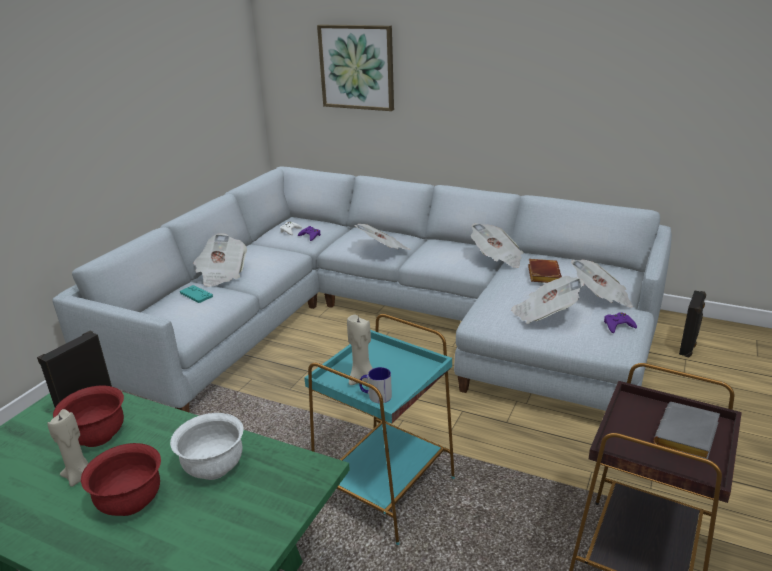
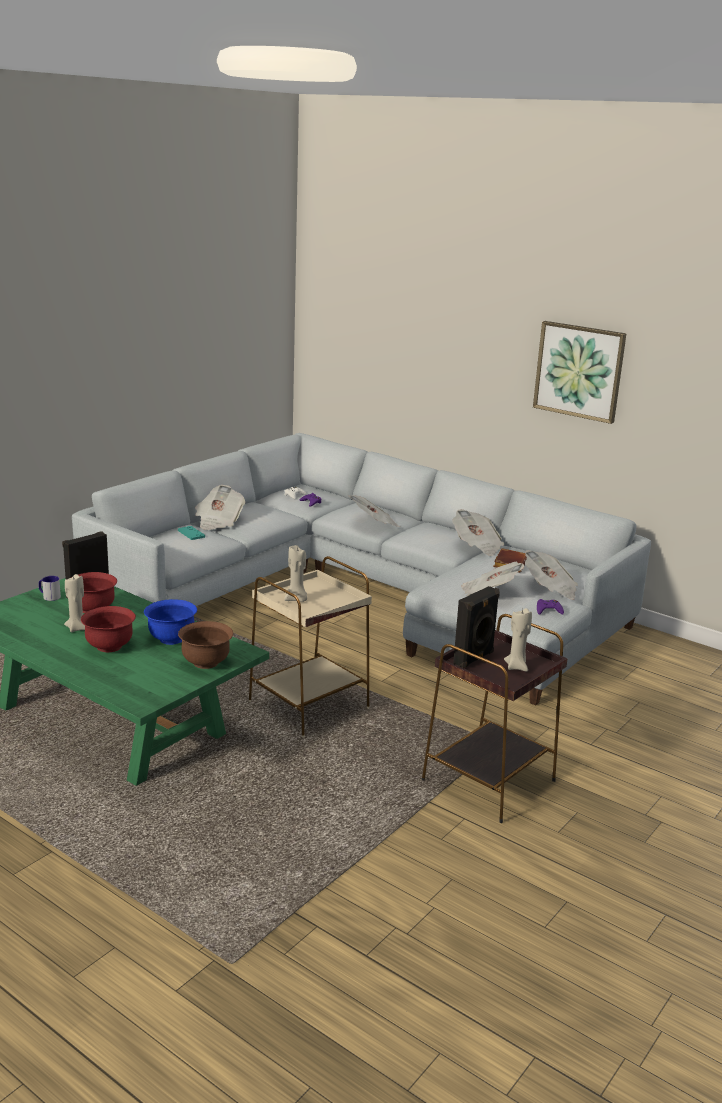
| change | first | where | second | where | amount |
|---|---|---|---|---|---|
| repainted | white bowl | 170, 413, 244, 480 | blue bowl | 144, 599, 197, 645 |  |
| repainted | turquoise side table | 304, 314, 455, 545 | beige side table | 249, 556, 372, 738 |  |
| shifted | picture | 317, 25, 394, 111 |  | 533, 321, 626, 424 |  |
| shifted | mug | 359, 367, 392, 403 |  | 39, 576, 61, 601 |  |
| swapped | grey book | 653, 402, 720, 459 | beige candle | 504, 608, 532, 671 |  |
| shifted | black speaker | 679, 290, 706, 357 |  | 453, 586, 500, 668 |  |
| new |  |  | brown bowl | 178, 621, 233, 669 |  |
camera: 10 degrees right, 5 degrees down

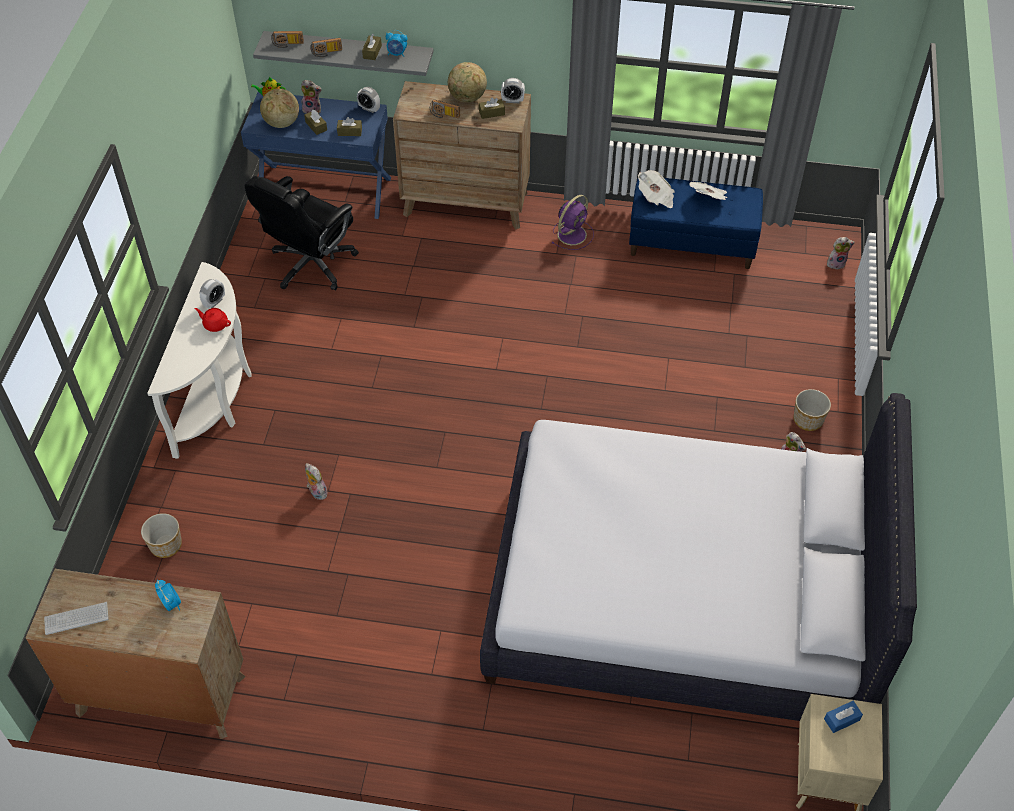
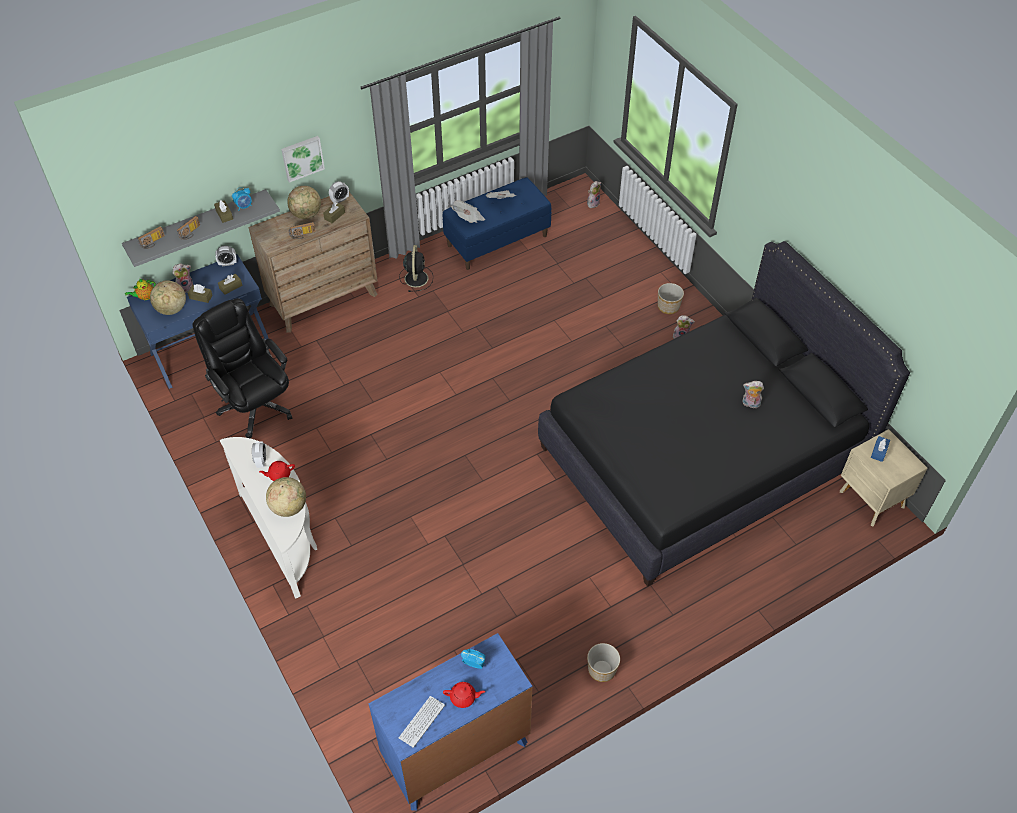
| change | first | where | second | where | amount |
|---|---|---|---|---|---|
| repainted | brown dresser | 25, 569, 246, 739 | blue dresser | 369, 633, 532, 810 |  |
| shifted | planter | 141, 513, 182, 558 |  | 587, 643, 620, 682 |  |
| rotated | black office chair | 244, 176, 359, 290 |  | 192, 298, 292, 438 | 150 degrees clockwise |
| shifted | plush toy | 305, 463, 327, 500 |  | 742, 381, 764, 408 |  |
| repainted | white bed | 480, 393, 917, 721 | black bed | 538, 241, 910, 587 |  |
| repainted | purple fan | 551, 195, 594, 250 | black fan | 399, 245, 433, 292 |  |
| new |  |  | globe | 266, 477, 306, 517 |  |
| new |  |  | picture | 281, 136, 325, 183 |  |
| new |  |  | red teapot | 443, 682, 485, 708 |  |
camera: 40 degrees left, 0 degrees up

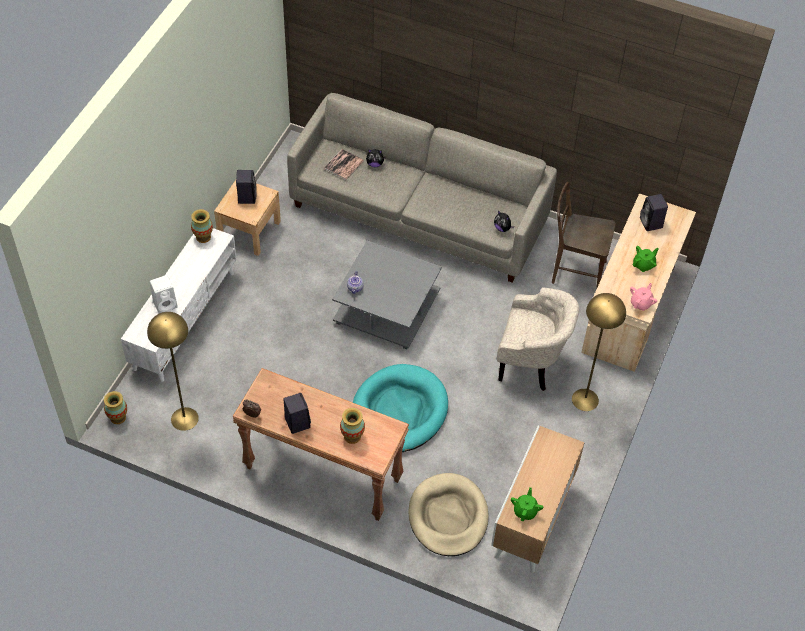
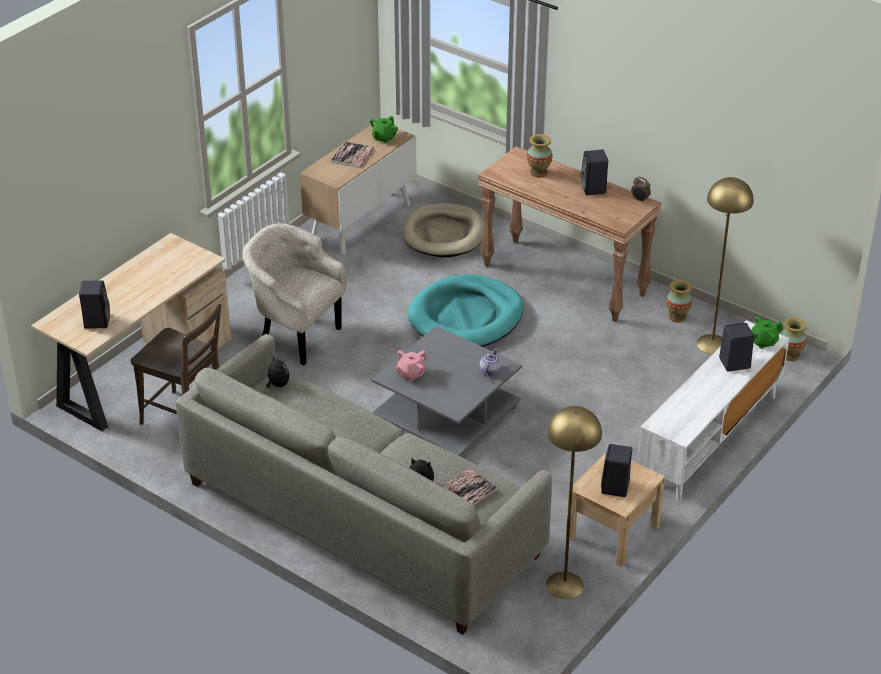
| change | first | where | second | where | amount |
|---|---|---|---|---|---|
| repainted | white speaker | 150, 275, 178, 313 | black speaker | 719, 323, 754, 372 |  |
| shifted | vase | 191, 209, 213, 243 |  | 666, 280, 692, 323 |  |
| shifted | yellow floor lamp | 572, 293, 626, 411 |  | 546, 406, 602, 599 |  |
| shifted | pink teapot | 630, 283, 657, 311 |  | 395, 350, 427, 382 |  |
| shifted | green teapot | 633, 246, 658, 272 |  | 751, 316, 783, 349 |  |
| new |  |  | book | 331, 142, 374, 168 |  |
camera: 165 degrees left, 15 degrees down

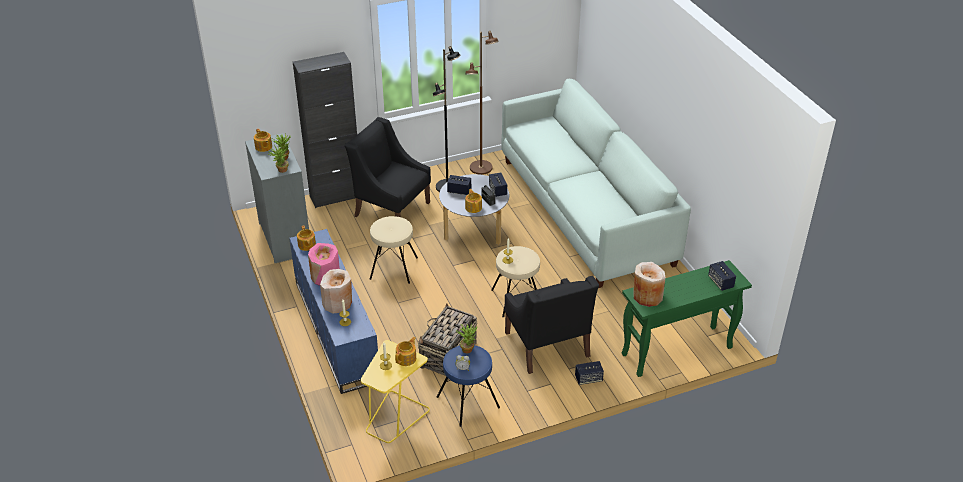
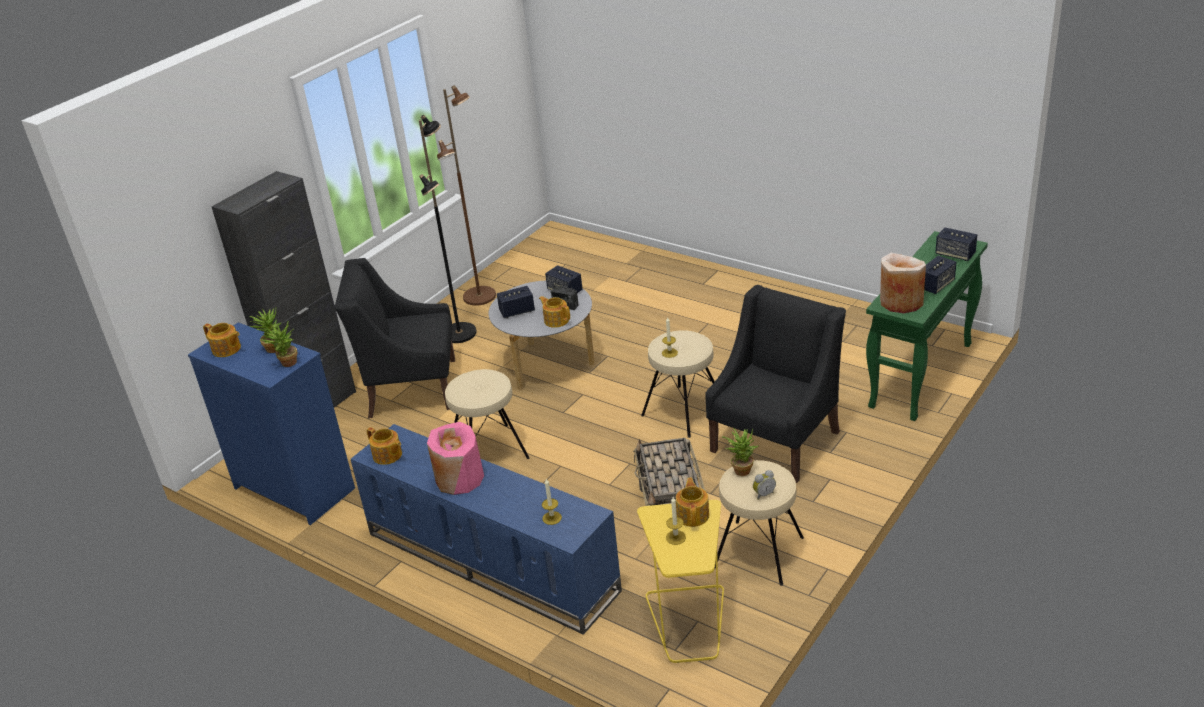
| change | first | where | second | where | amount |
|---|---|---|---|---|---|
| repainted | grey dresser | 245, 133, 309, 263 | blue dresser | 188, 322, 355, 525 |  |
| gone | beige vase | 320, 269, 352, 314 |  |  |  |
| repainted | blue stool | 437, 345, 500, 427 | beige stool | 715, 460, 804, 586 |  |
| gone | white sofa | 501, 79, 691, 288 |  |  |  |
| rotated | black armchair | 504, 276, 599, 374 |  | 705, 285, 846, 483 | 90 degrees counterclockwise |
| shifted | speaker | 575, 361, 604, 385 |  | 924, 256, 956, 294 |  |
camera: 30 degrees left, 5 degrees down

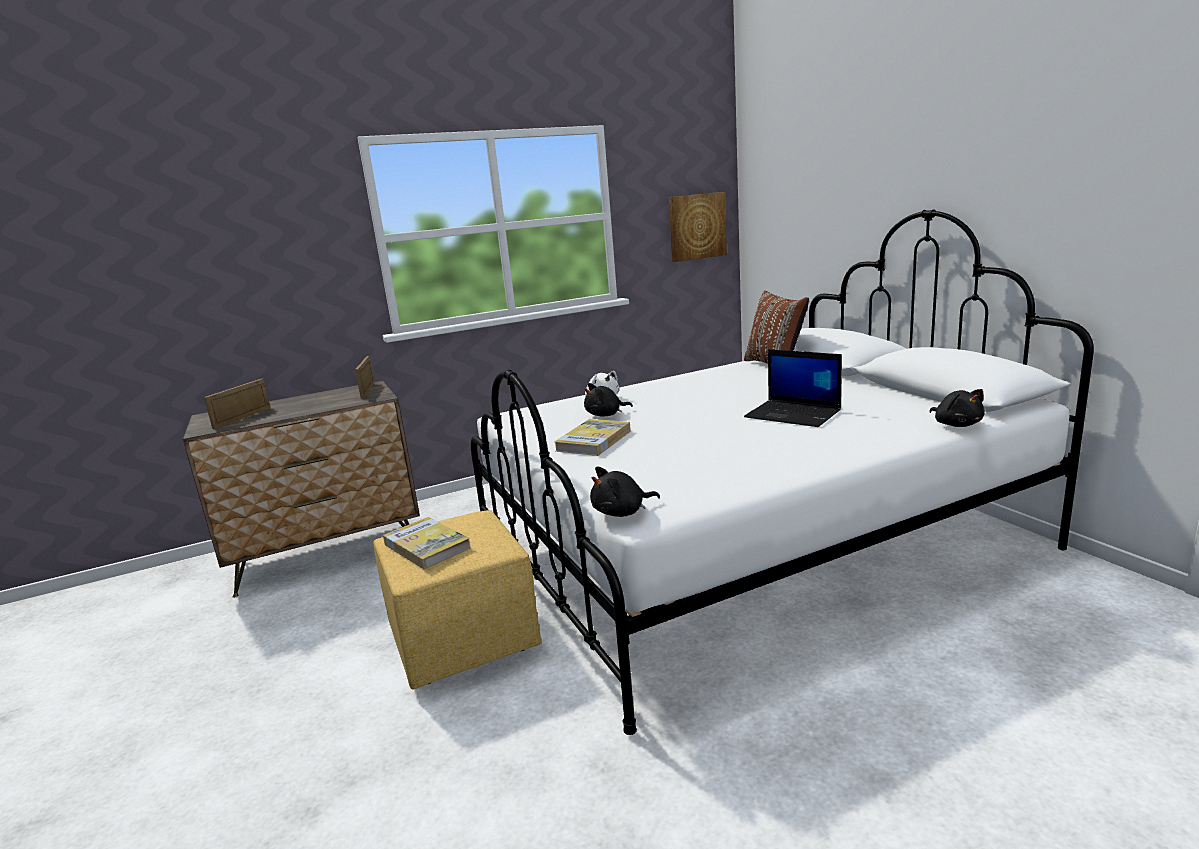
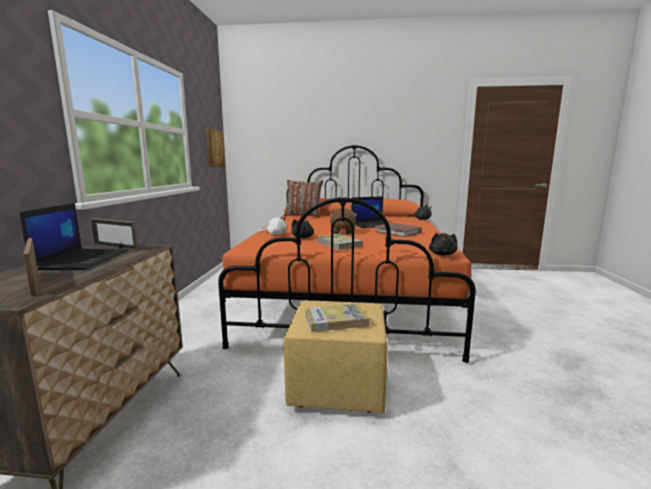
| change | first | where | second | where | amount |
|---|---|---|---|---|---|
| repainted | white bed | 471, 210, 1094, 735 | orange bed | 218, 145, 476, 363 |  |
| new |  |  | laptop | 19, 203, 128, 270 |  |
| new |  |  | brown plush toy | 329, 208, 357, 235 |  |
| new |  |  | brown book | 375, 223, 422, 237 |  |
camera: 60 degrees left, 5 degrees down

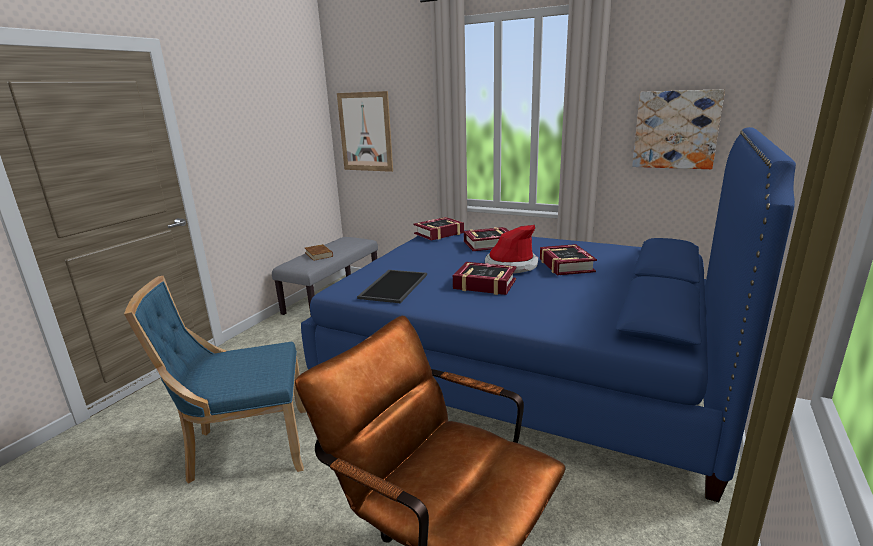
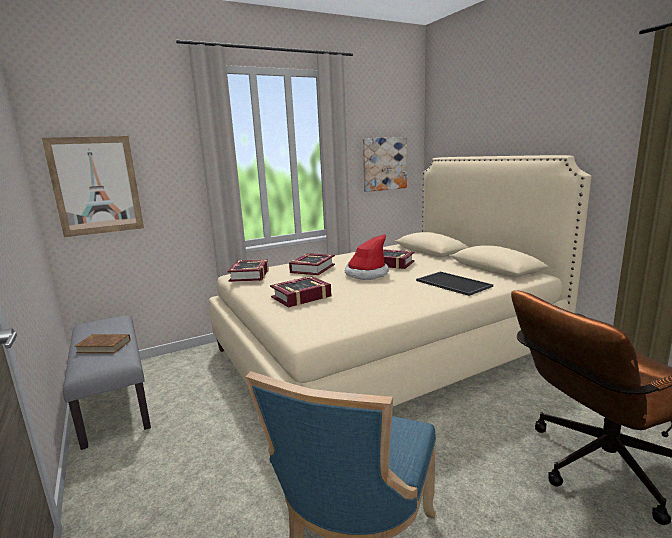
| change | first | where | second | where | amount |
|---|---|---|---|---|---|
| repainted | blue bed | 301, 127, 796, 502 | beige bed | 209, 155, 591, 406 |  |
| shifted | tray | 357, 270, 427, 303 |  | 416, 271, 493, 296 |  |
| shifted | book | 453, 262, 517, 295 |  | 270, 276, 332, 308 |  |
camera: 55 degrees left, 5 degrees down

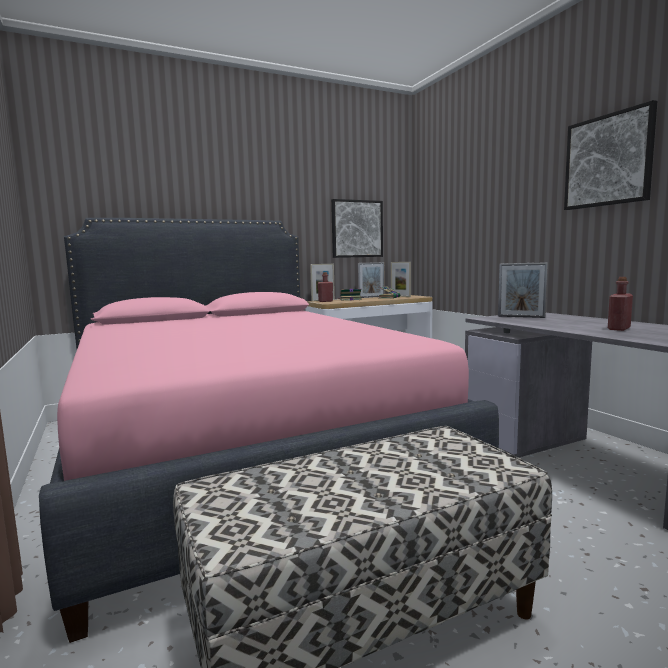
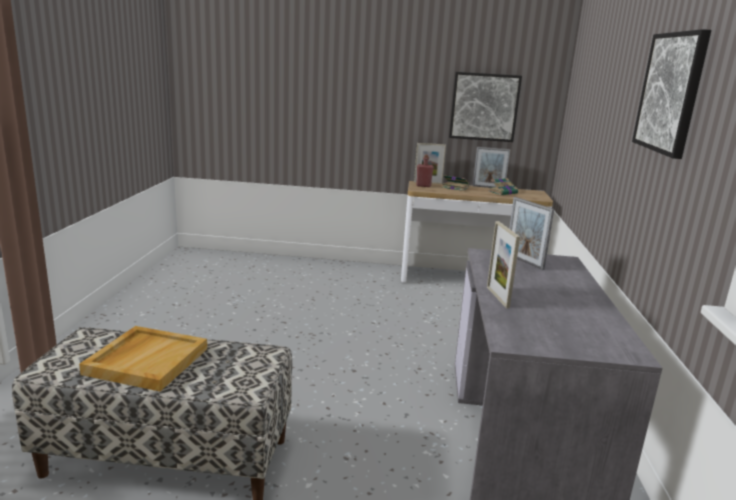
| change | first | where | second | where | amount |
|---|---|---|---|---|---|
| gone | pink bed | 39, 218, 499, 643 |  |  |  |
| shifted | picture frame | 391, 262, 411, 297 |  | 487, 221, 520, 308 |  |
| gone | red bottle | 608, 277, 633, 331 |  |  |  |
| new |  |  | beige tray | 79, 326, 207, 391 |  |
camera: 30 degrees right, 10 degrees up

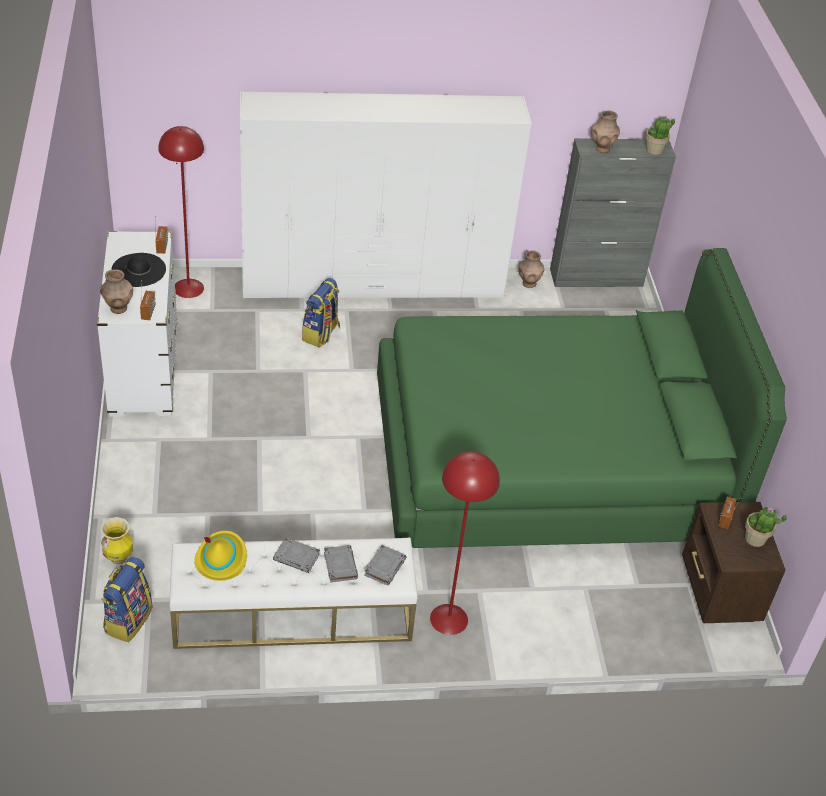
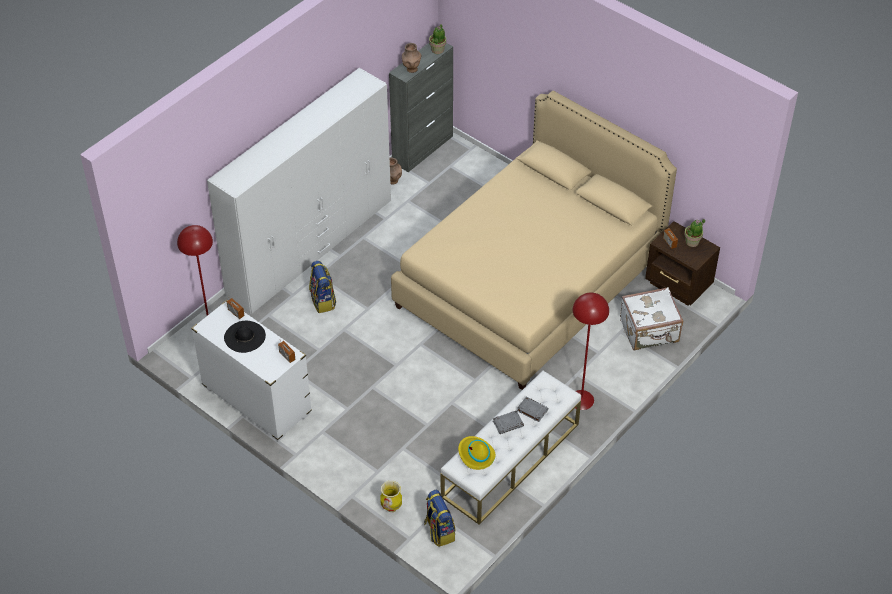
| change | first | where | second | where | amount |
|---|---|---|---|---|---|
| gone | brown vase | 100, 270, 133, 314 |  |  |  |
| gone | grey book | 364, 545, 406, 585 |  |  |  |
| repainted | green bed | 377, 248, 787, 548 | beige bed | 391, 91, 677, 390 |  |
| new |  |  | white suitcase | 620, 287, 683, 351 |  |
camera: 40 degrees left, 5 degrees up

